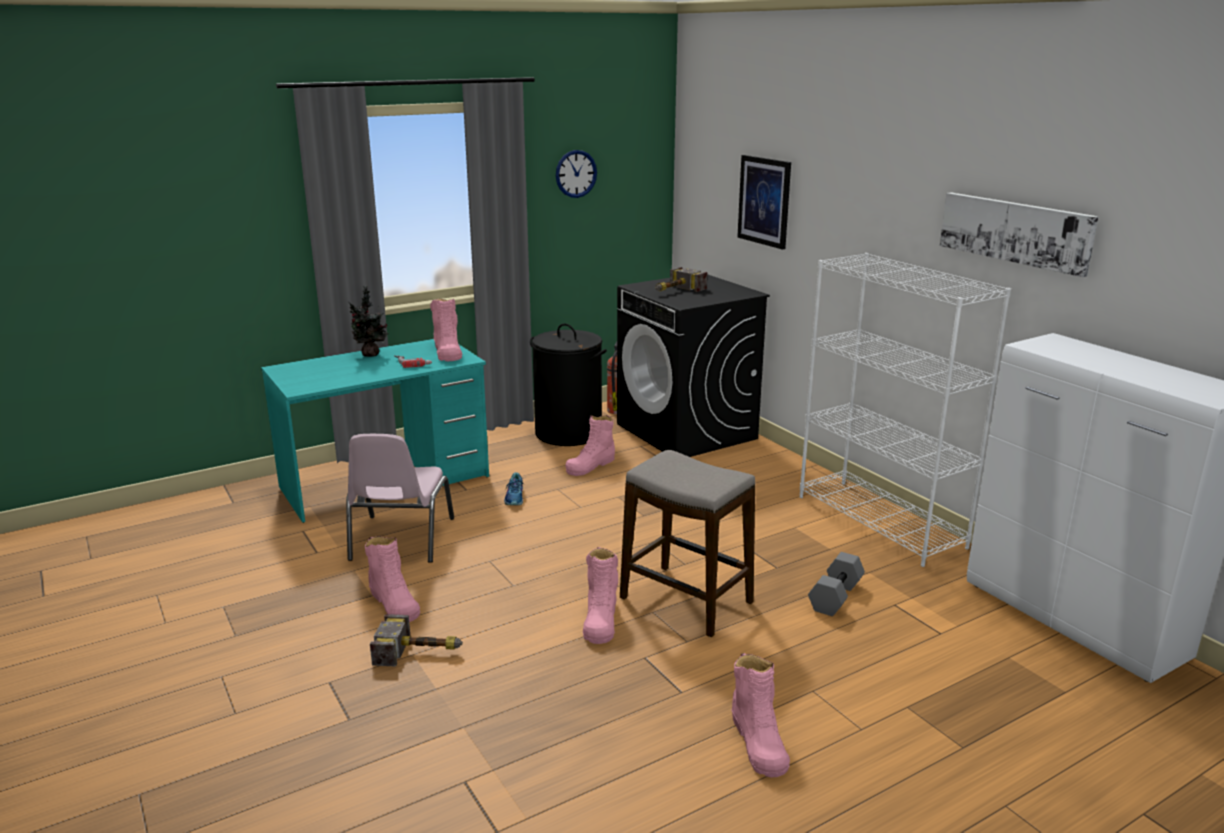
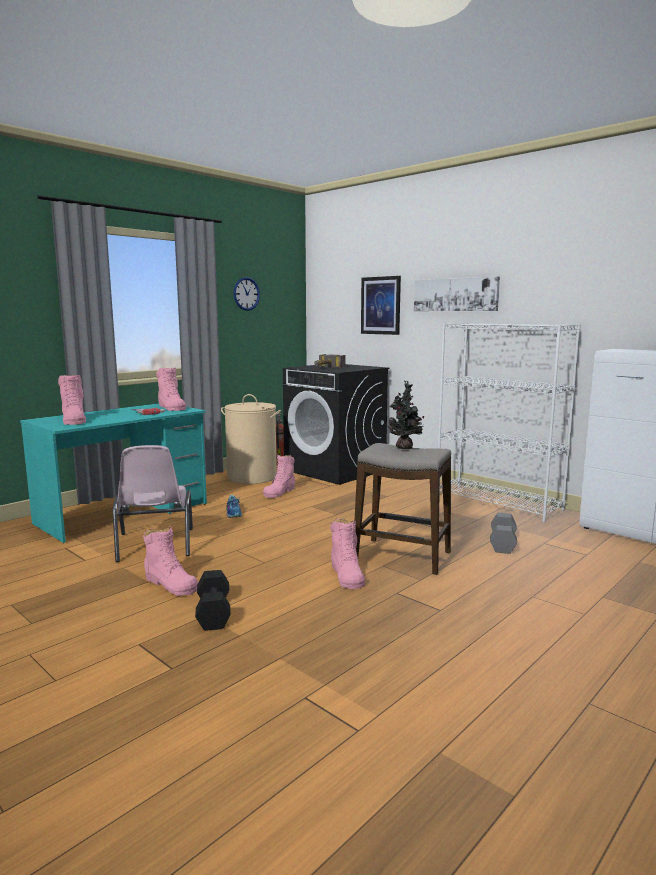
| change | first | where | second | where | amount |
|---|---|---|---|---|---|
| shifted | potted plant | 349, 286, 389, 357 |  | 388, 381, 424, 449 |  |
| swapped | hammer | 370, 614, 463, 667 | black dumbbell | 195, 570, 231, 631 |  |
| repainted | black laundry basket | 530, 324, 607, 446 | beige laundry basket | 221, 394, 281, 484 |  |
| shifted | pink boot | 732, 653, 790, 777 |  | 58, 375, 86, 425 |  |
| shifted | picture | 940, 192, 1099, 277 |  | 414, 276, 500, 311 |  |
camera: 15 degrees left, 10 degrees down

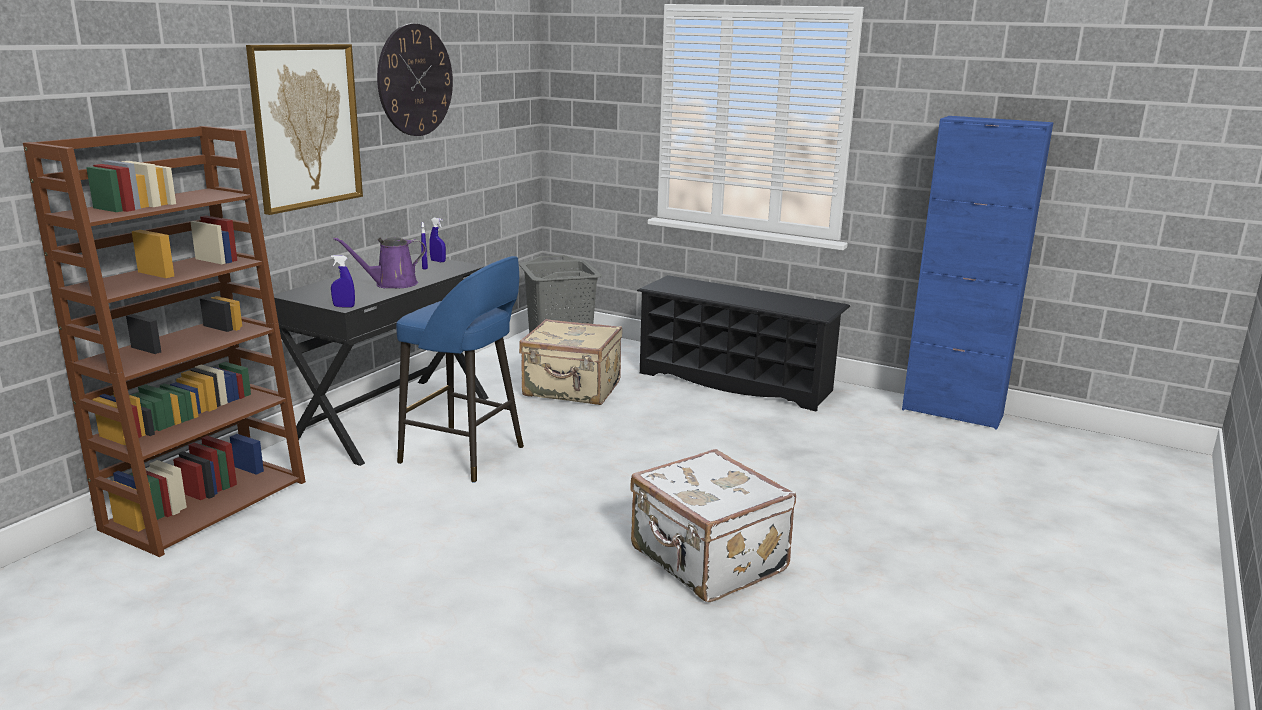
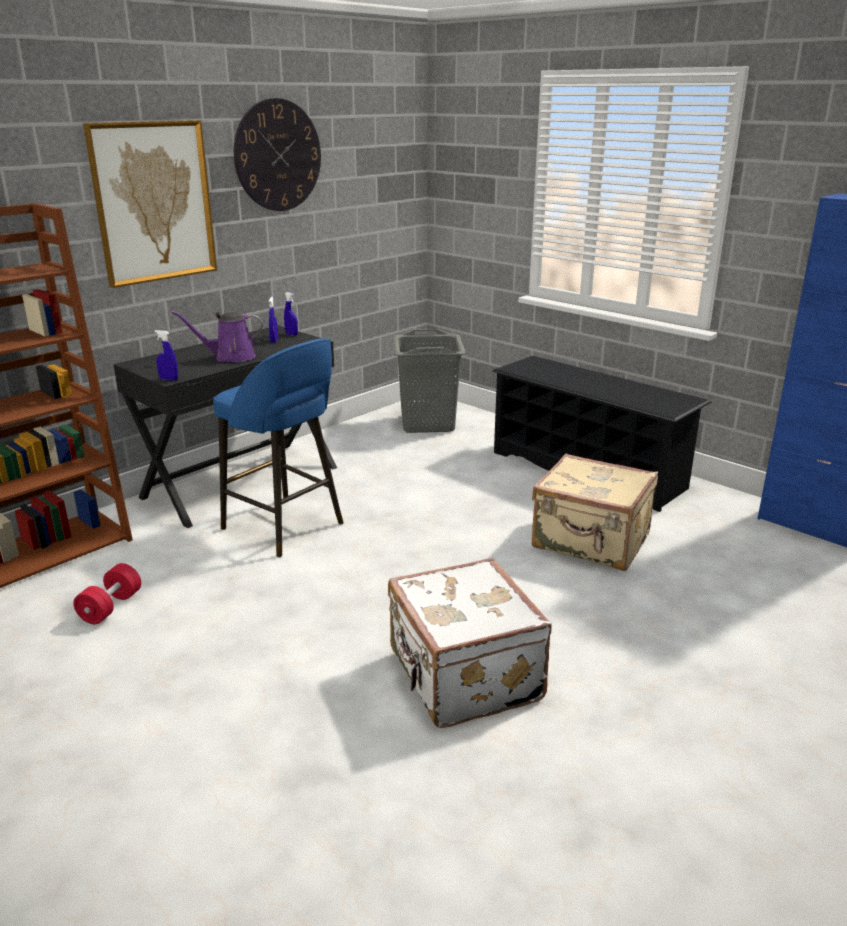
| change | first | where | second | where | amount |
|---|---|---|---|---|---|
| shifted | beige suitcase | 519, 319, 622, 405 |  | 532, 453, 658, 571 |  |
| new |  |  | red dumbbell | 73, 563, 141, 624 |  |
camera: 15 degrees right, 5 degrees up

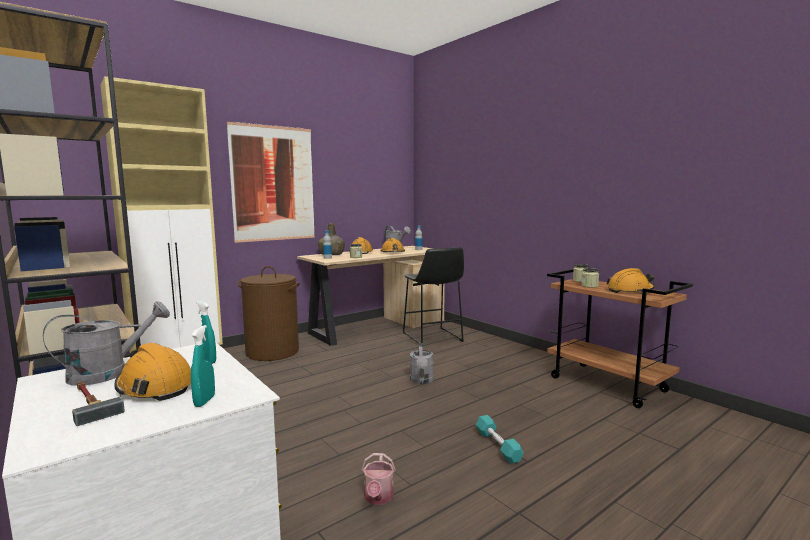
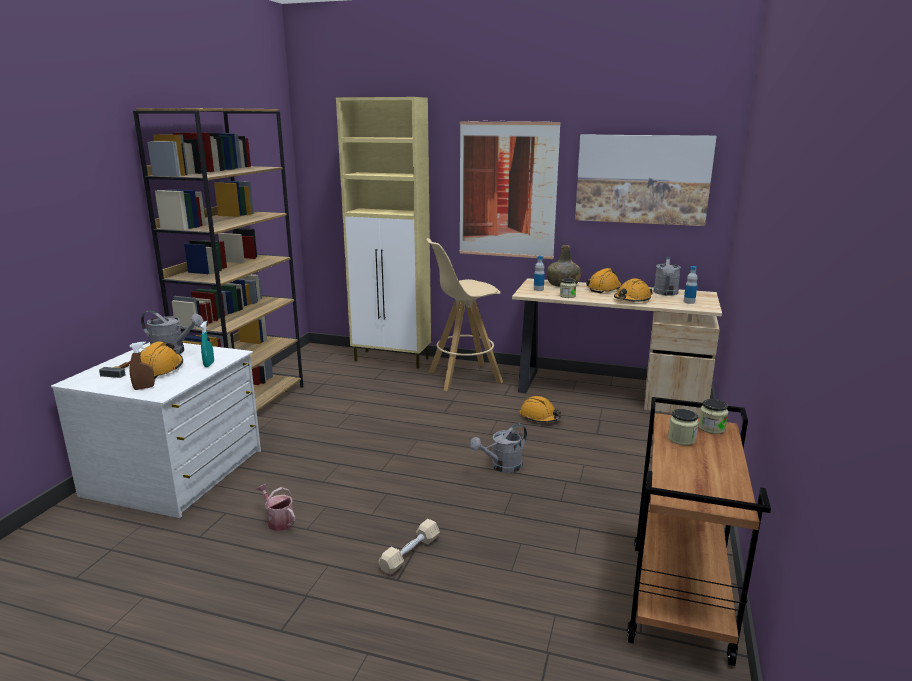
| change | first | where | second | where | amount |
|---|---|---|---|---|---|
| repainted | turquoise spray bottle | 191, 325, 215, 407 | brown spray bottle | 129, 342, 155, 390 |  |
| swapped | brown laundry basket | 238, 266, 300, 361 | beige stool | 426, 238, 503, 391 |  |
| rotated | watering can | 362, 453, 396, 505 |  | 256, 484, 295, 531 | 75 degrees clockwise |
| gone | black stool | 403, 247, 464, 347 |  |  |  |
| repainted | turquoise dumbbell | 476, 415, 524, 464 | beige dumbbell | 379, 519, 440, 574 |  |
| shifted | orange hard hat | 607, 268, 655, 293 |  | 520, 396, 561, 423 |  |
| new |  |  | picture | 575, 134, 717, 226 |  |
camera: 55 degrees right, 10 degrees up

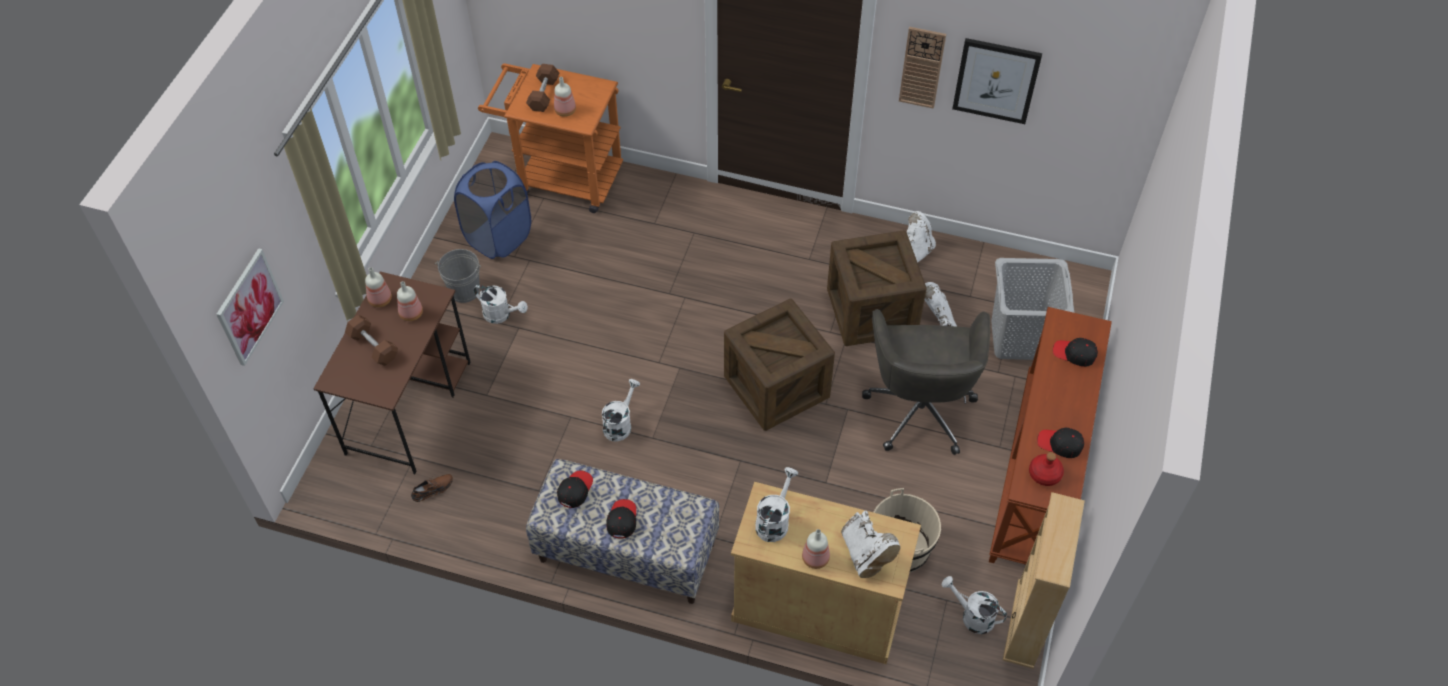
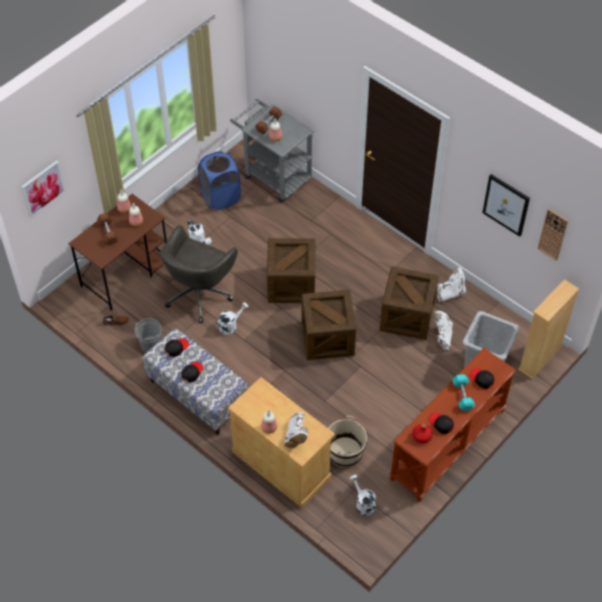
| change | first | where | second | where | amount |
|---|---|---|---|---|---|
| shifted | grey bucket | 435, 249, 481, 303 |  | 135, 318, 161, 352 |  |
| repainted | orange cart | 478, 63, 623, 213 | grey cart | 230, 98, 314, 202 |  |
| gone | white watering can | 755, 467, 798, 542 |  |  |  |
| shifted | grey office chair | 862, 309, 990, 455 |  | 160, 225, 238, 323 |  |
| shifted | wall clock | 899, 27, 946, 109 |  | 538, 208, 568, 261 |  |
| shifted | beige bookcase | 1003, 492, 1085, 669 |  | 518, 279, 579, 379 |  |
| new |  |  | crate | 267, 238, 315, 303 |  |
| new |  |  | turquoise dumbbell | 452, 374, 475, 411 |  |
camera: 25 degrees right, 0 degrees up

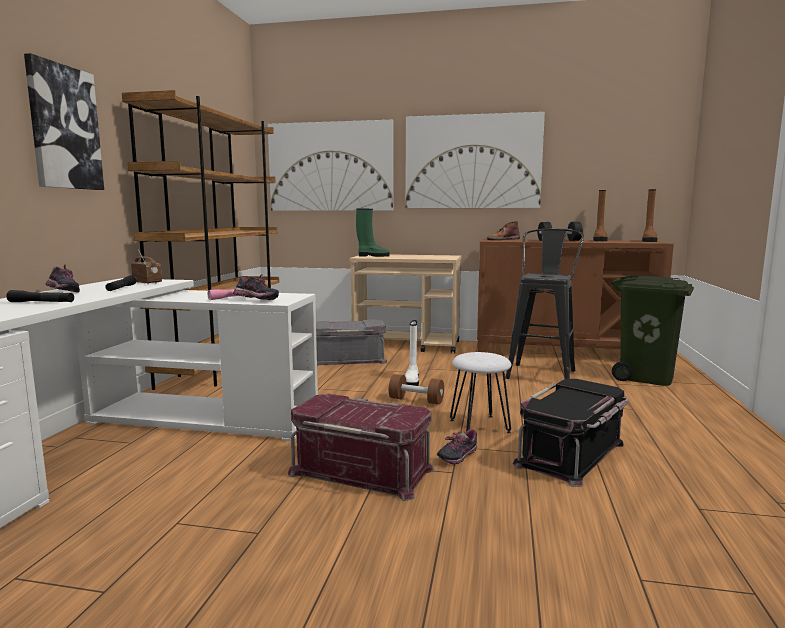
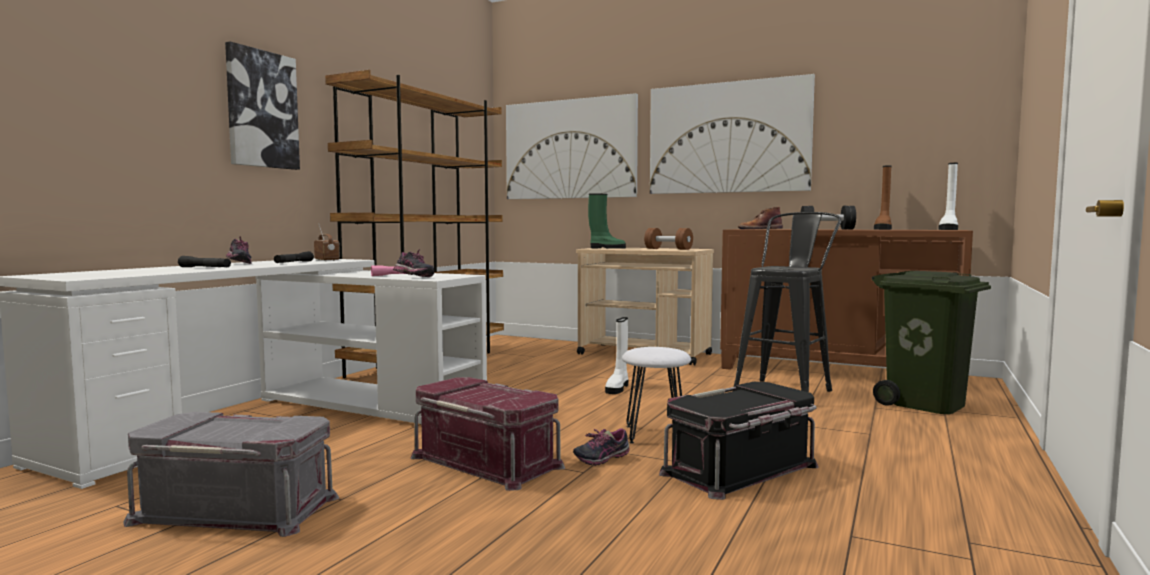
| change | first | where | second | where | amount |
|---|---|---|---|---|---|
| shifted | grey storage box | 316, 320, 388, 365 |  | 123, 412, 339, 537 |  |
| shifted | brown dumbbell | 389, 374, 444, 405 |  | 644, 228, 693, 250 |  |
| repainted | brown boot | 642, 189, 657, 242 | white boot | 938, 163, 958, 230 |  |
camera: 15 degrees right, 5 degrees down

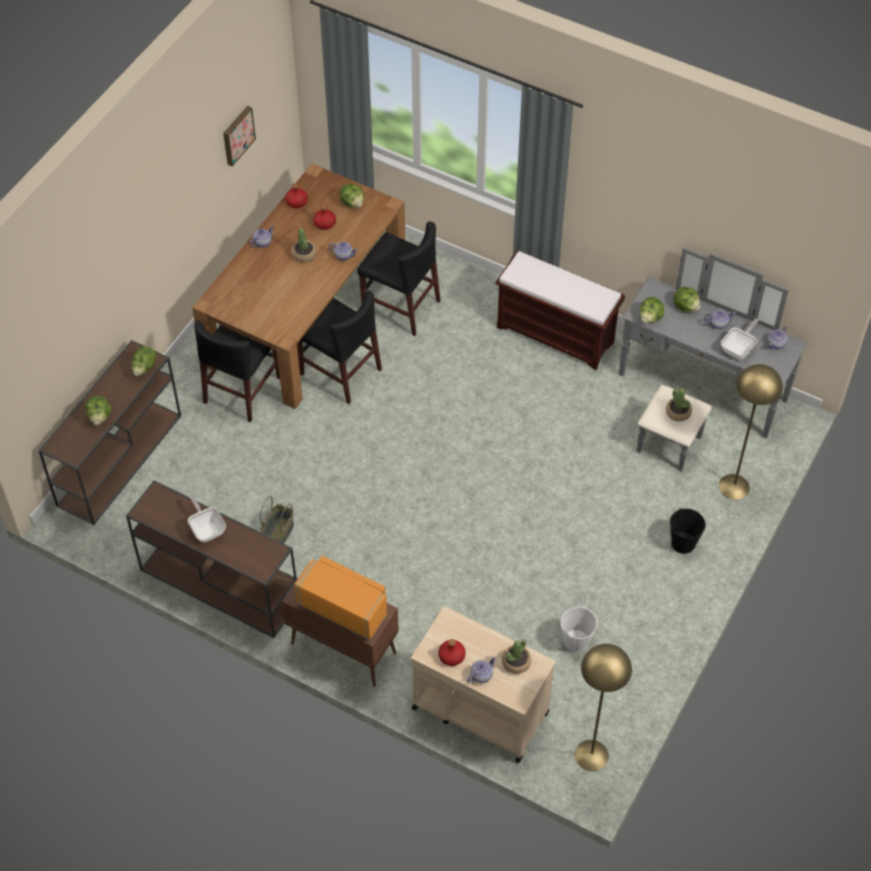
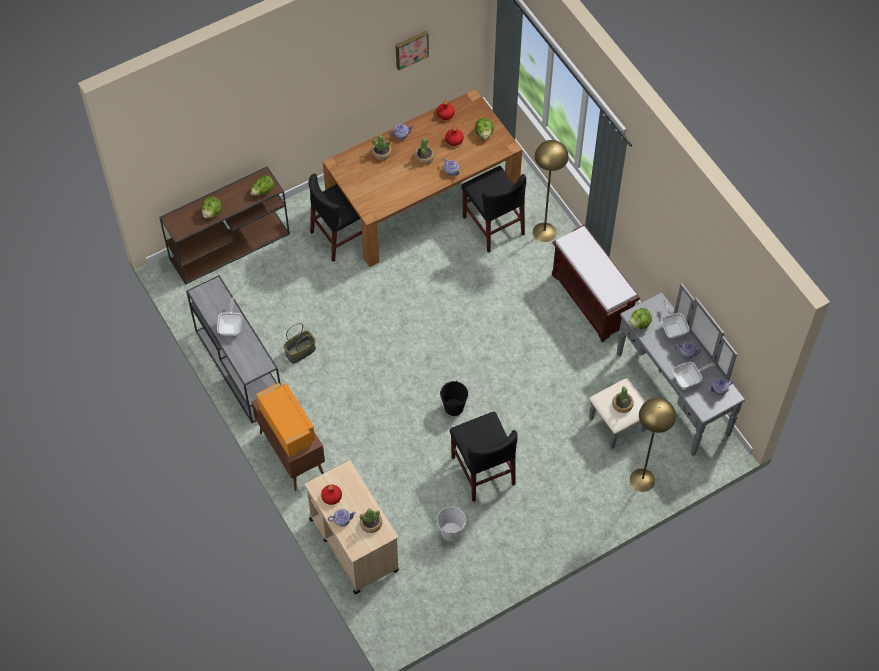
| change | first | where | second | where | amount |
|---|---|---|---|---|---|
| repainted | brown console table | 126, 480, 297, 638 | grey console table | 186, 275, 281, 423 |  |
| shifted | black chair | 297, 290, 382, 404 |  | 450, 411, 518, 502 |  |
| shifted | yellow floor lamp | 575, 644, 632, 771 |  | 533, 140, 569, 242 |  |
| shifted | black bucket | 670, 508, 706, 554 |  | 440, 381, 468, 416 |  |
| swapped | lettuce | 673, 287, 700, 312 | frying pan | 661, 300, 689, 338 |  |
| new |  |  | potted plant | 372, 135, 392, 160 |  |
camera: 30 degrees right, 5 degrees up

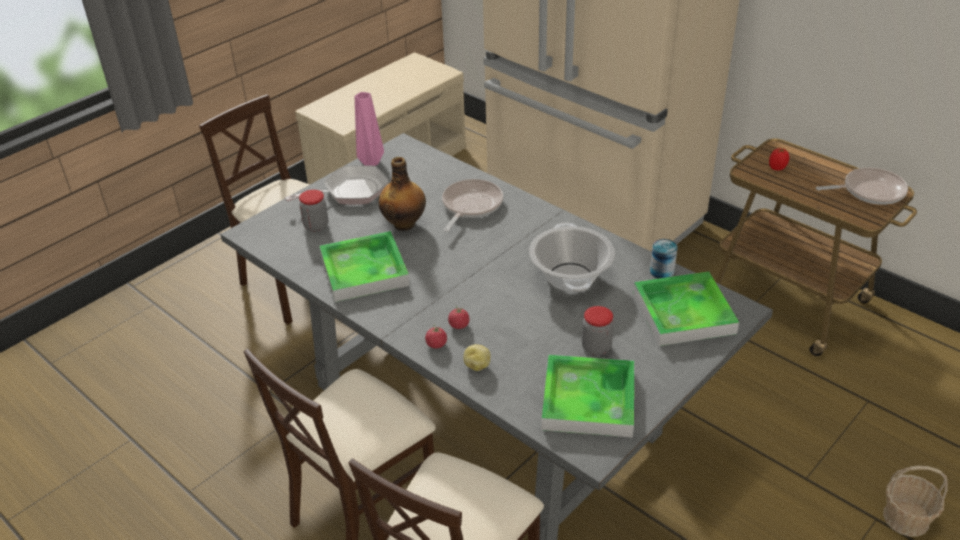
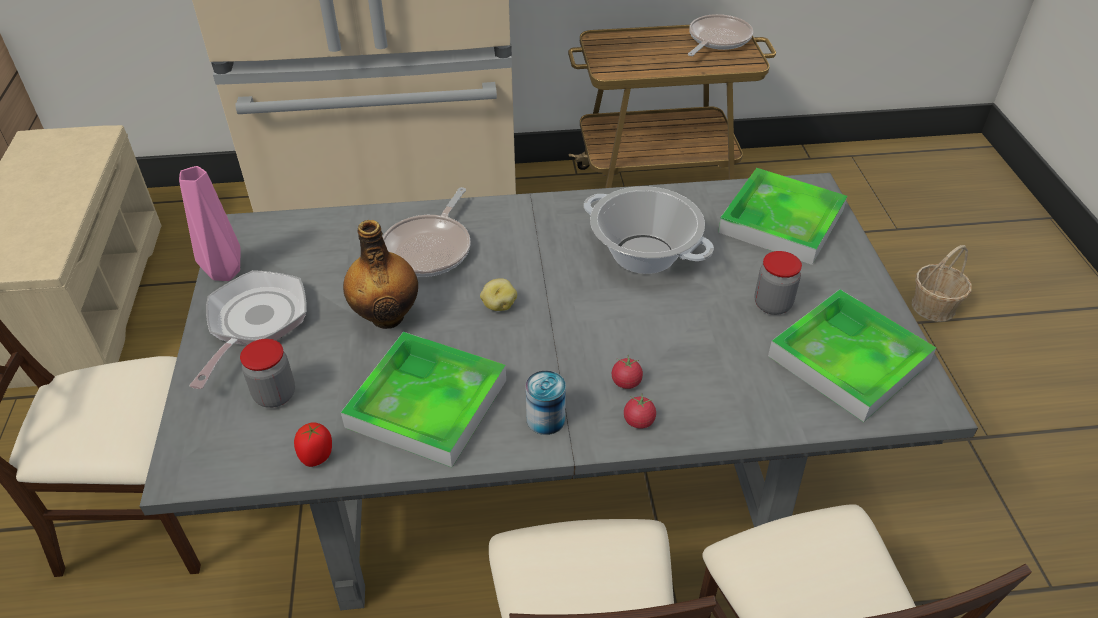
| change | first | where | second | where | amount |
|---|---|---|---|---|---|
| rotated | frying pan | 442, 179, 503, 232 |  | 383, 187, 471, 277 | 135 degrees counterclockwise |
| shifted | potato | 463, 344, 491, 371 |  | 480, 278, 517, 311 |  |
| shifted | can | 650, 239, 678, 279 |  | 526, 371, 566, 435 |  |
| shifted | tomato | 769, 148, 789, 170 |  | 294, 422, 332, 467 |  |
camera: 50 degrees left, 5 degrees up

